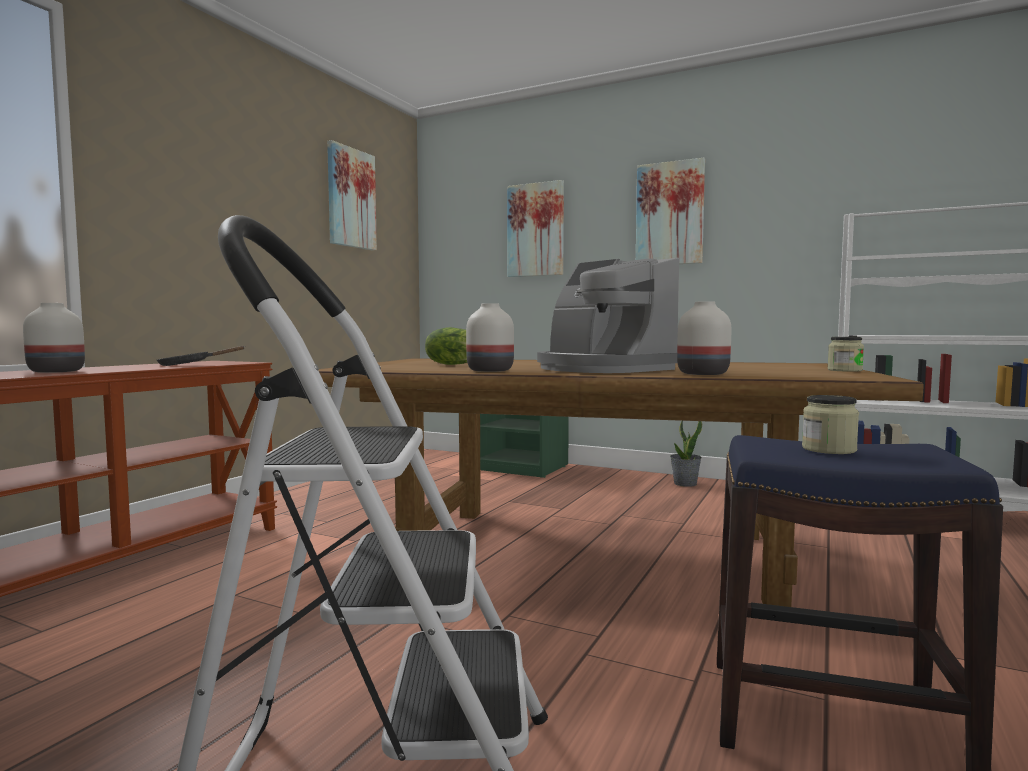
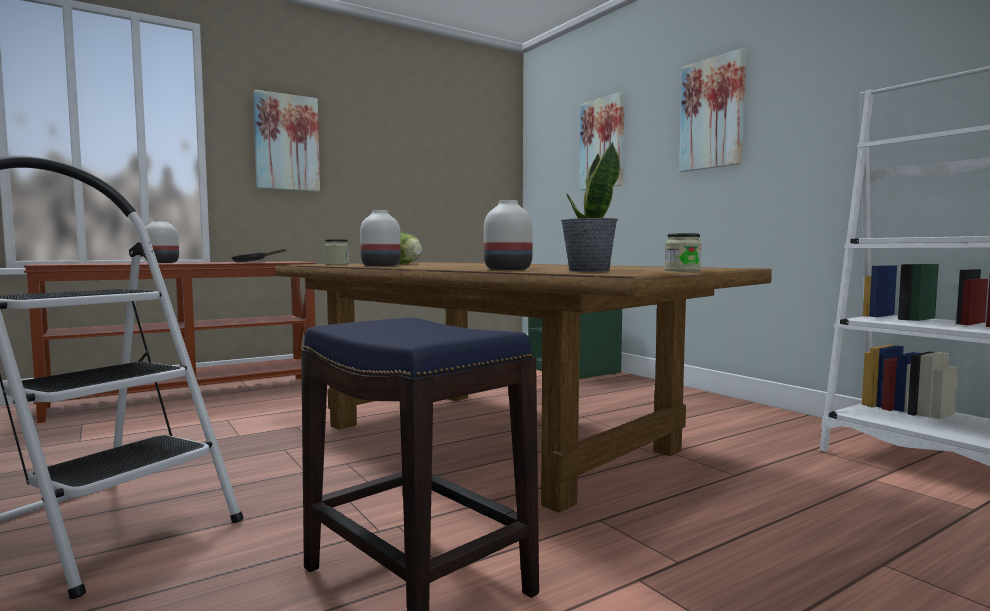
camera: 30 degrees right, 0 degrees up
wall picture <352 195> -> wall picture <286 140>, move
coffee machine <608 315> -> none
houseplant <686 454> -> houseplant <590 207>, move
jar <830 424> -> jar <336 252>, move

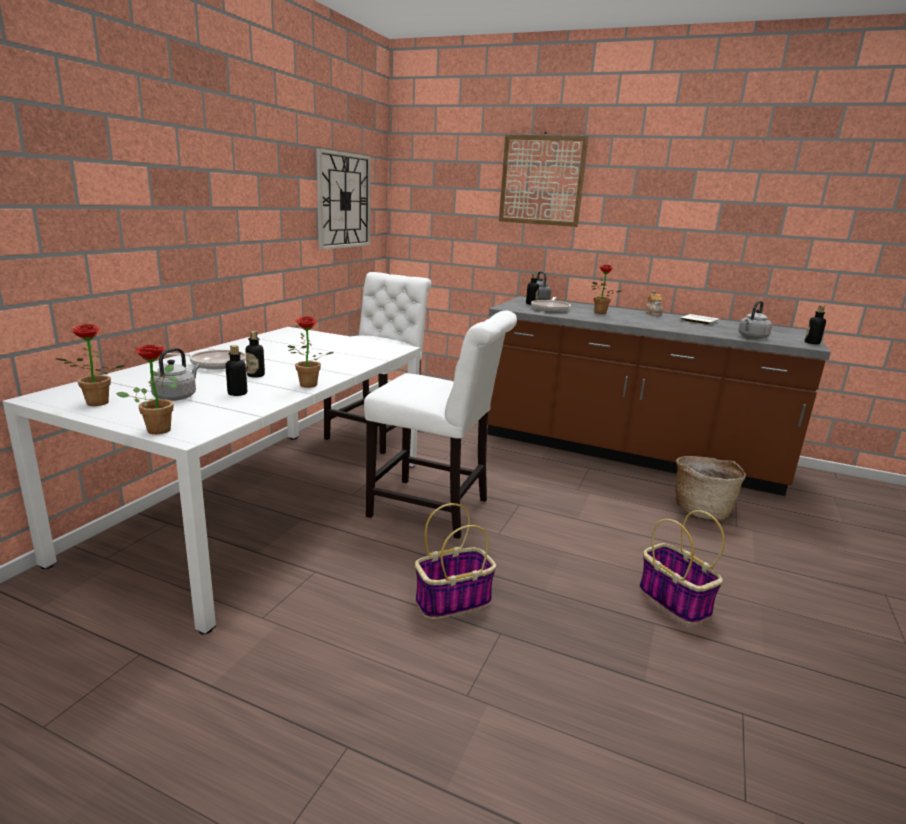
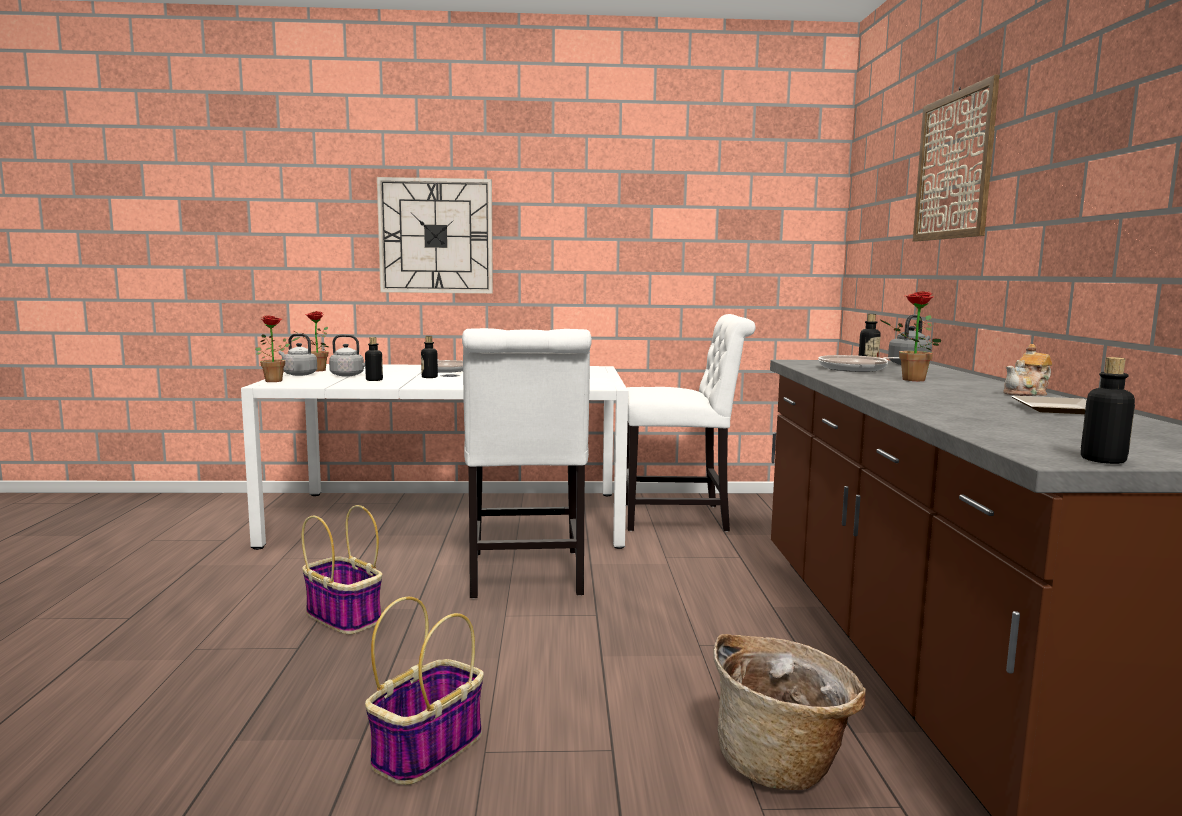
camera: 65 degrees right, 10 degrees down
houseplant <311 352> -> none
wall clock <343 199> -> wall clock <435 235>, move
gray tea kettle <755 320> -> gray tea kettle <298 354>, move

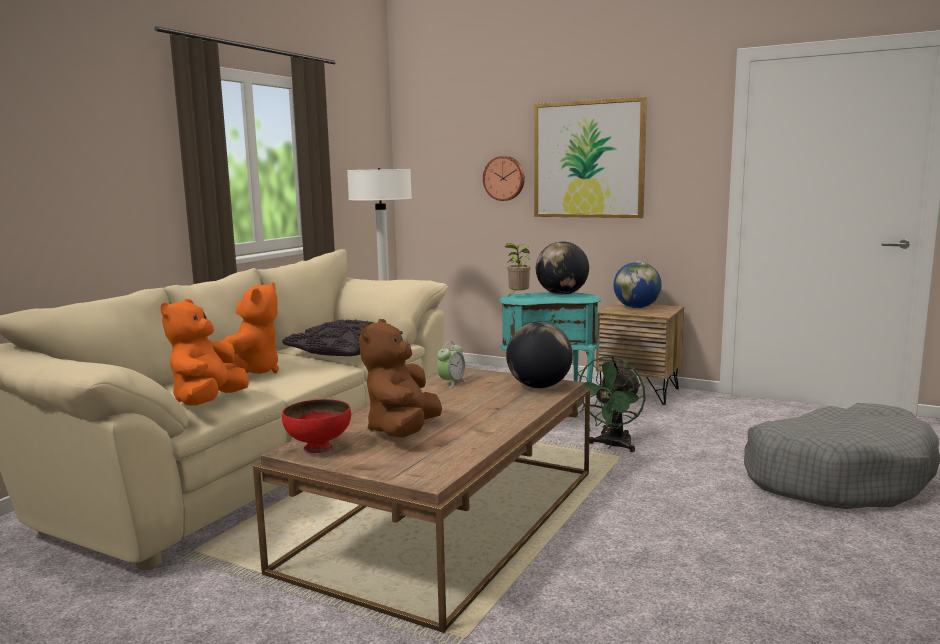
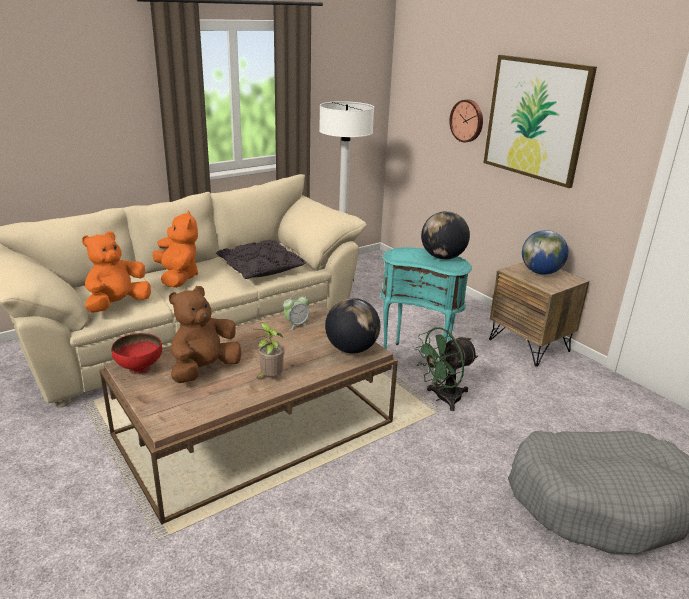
camera: 25 degrees right, 15 degrees up
orange plush toy <251 328> -> orange plush toy <175 249>, 60 degrees counterclockwise
houseplant <517 270> -> houseplant <269 350>, move

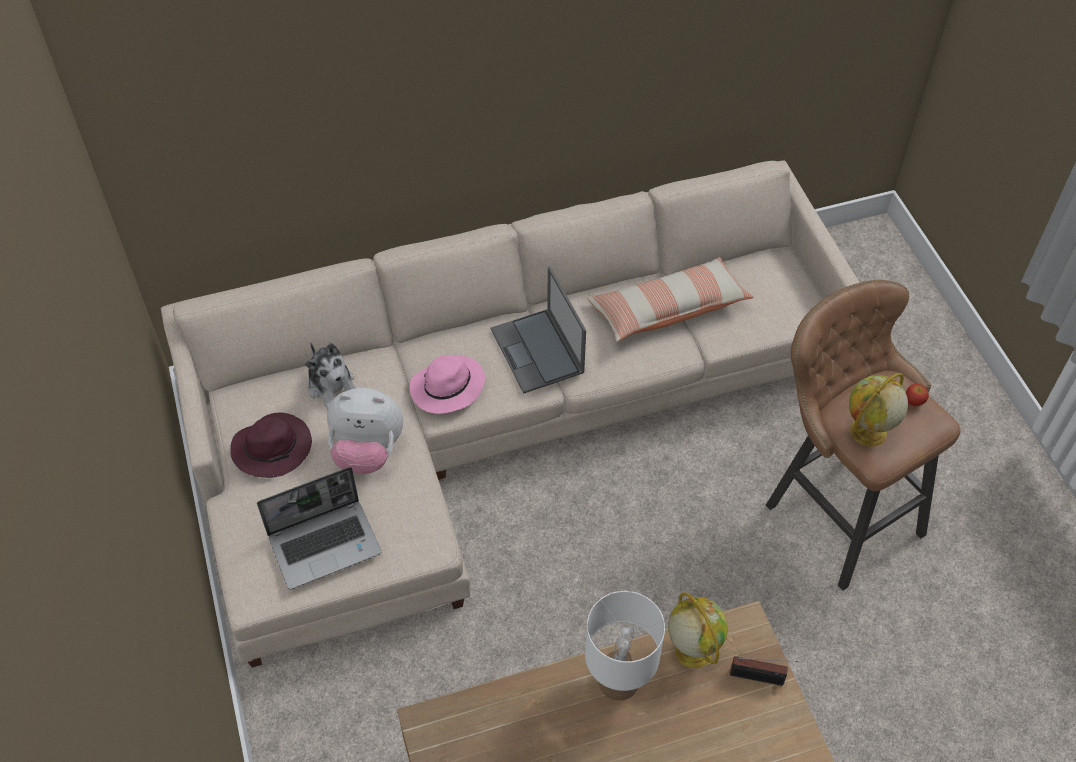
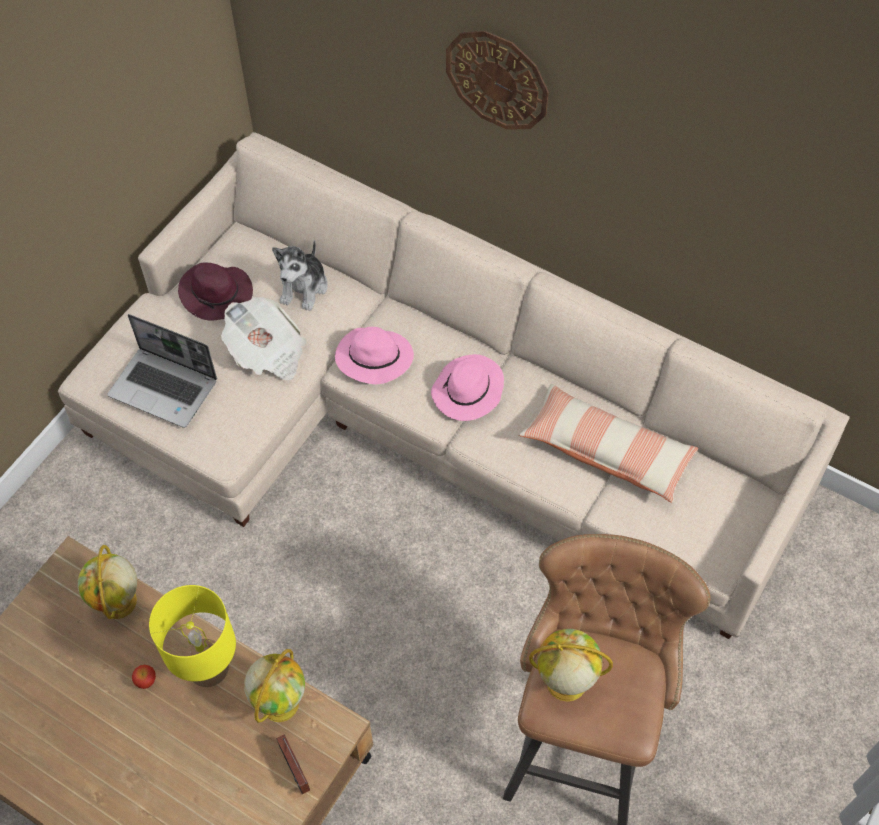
camera: 50 degrees right, 5 degrees up
plush toy <365 431> -> printed paper <264 339>
notebook computer <538 330> -> pink-coloured wearable hat <467 387>
white table lamp <625 646> -> yellow-coloured table lamp <192 636>
apple <917 395> -> apple <144 677>, move
none -> globe <107 582>
none -> wall clock <497 80>

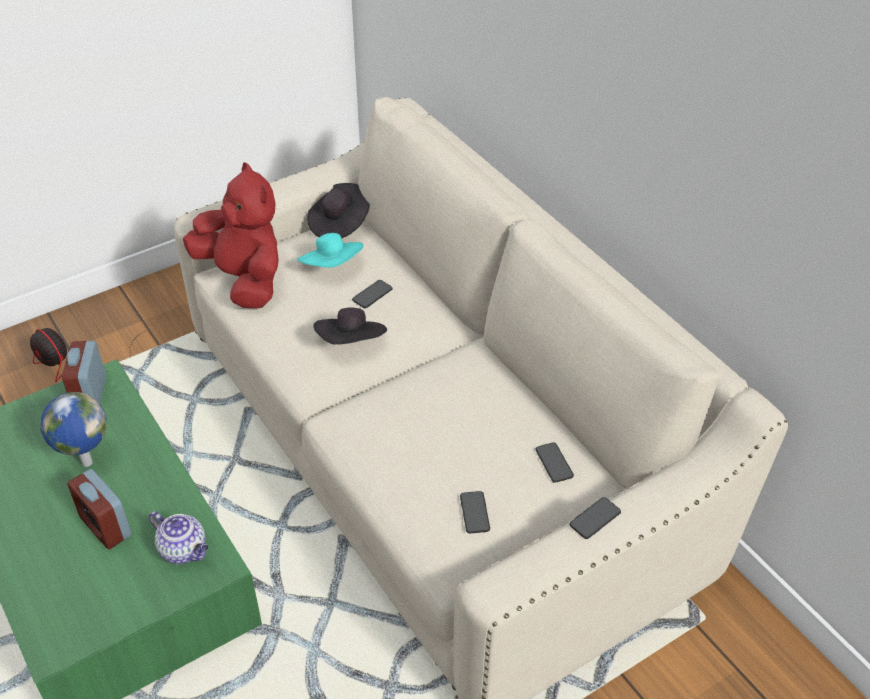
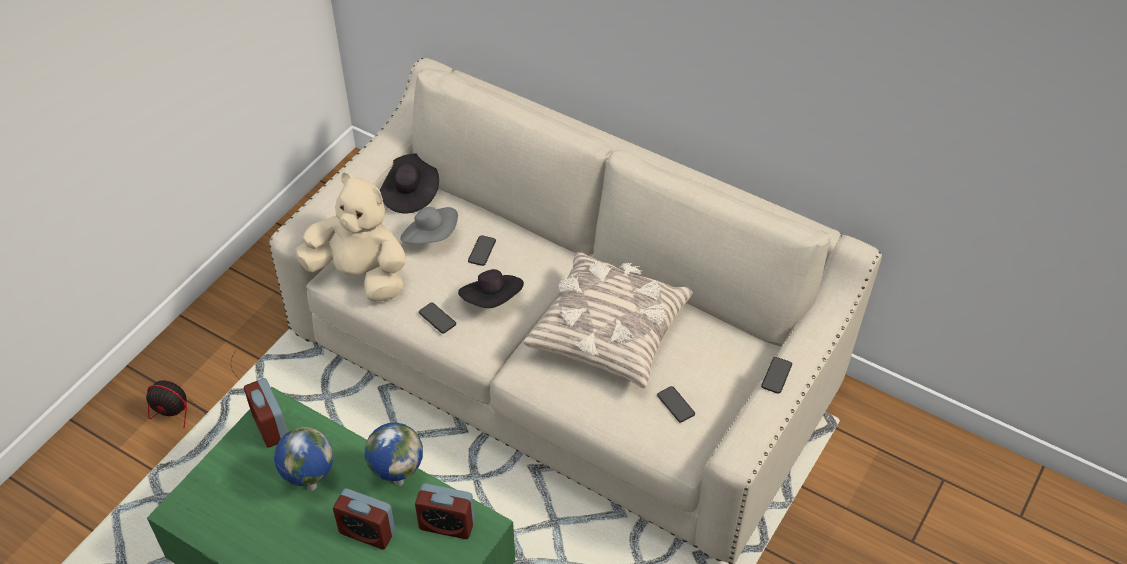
camera: 25 degrees left, 5 degrees up
pot for tea <179 537> -> table clock <445 511>
red plush toy <230 235> -> sand-coloured plush toy <350 237>
turquoise-coloured wearable hat <330 250> -> gray wearable hat <429 225>
handset <554 462> -> handset <437 318>, move
none -> globe <394 454>
none -> sand-coloured throw pillow <608 320>

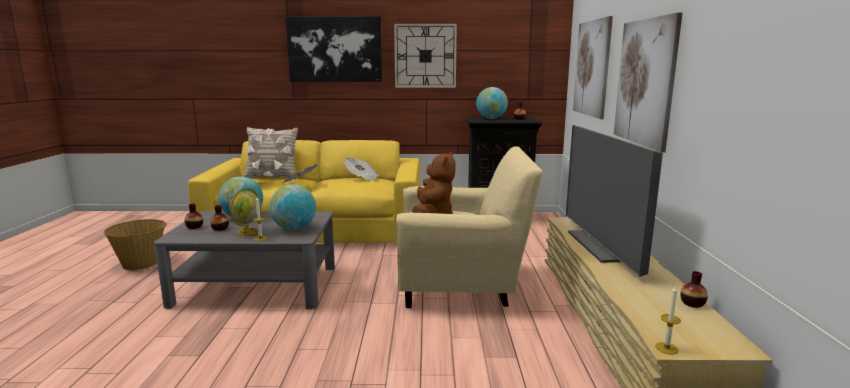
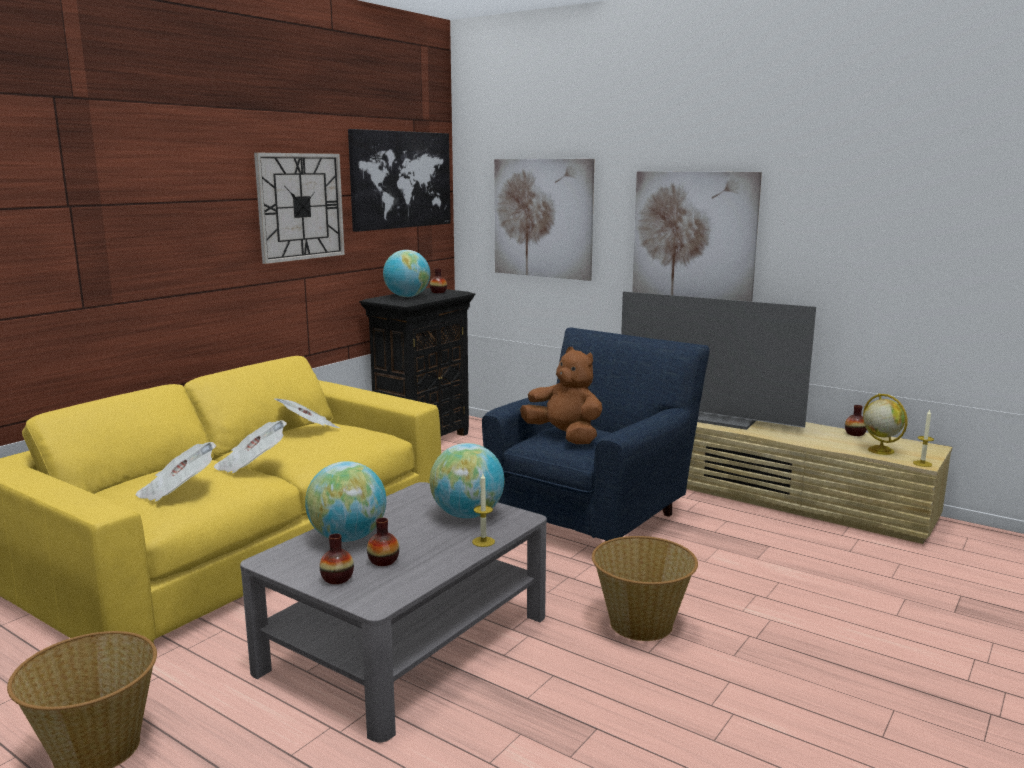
camera: 55 degrees left, 0 degrees up
globe <246 211> -> globe <885 424>, move
sand-coloured throw pillow <271 153> -> none
wall picture <333 49> -> wall picture <399 180>, move
sand-coloured lounge chair <469 227> -> blue-coloured lounge chair <596 434>
none -> household basket <645 588>

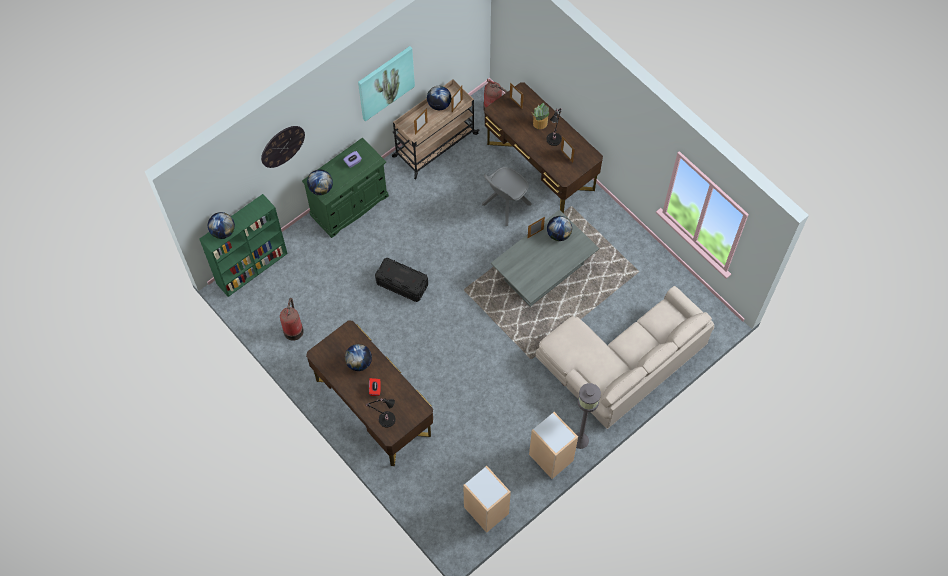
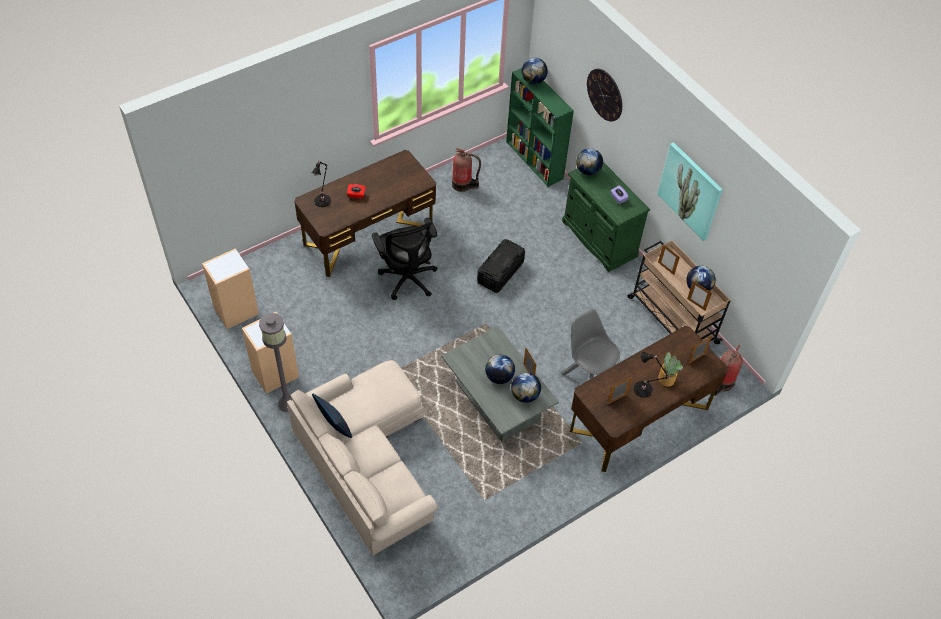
camera: 95 degrees right, 10 degrees down
globe <358 357> -> globe <500 369>, move
none -> blue-coloured throw pillow <332 416>
none -> black-coloured computer chair <405 258>

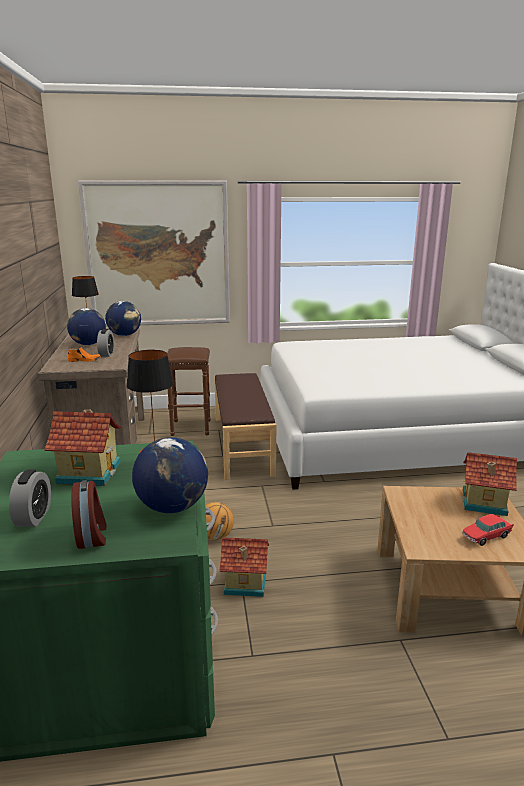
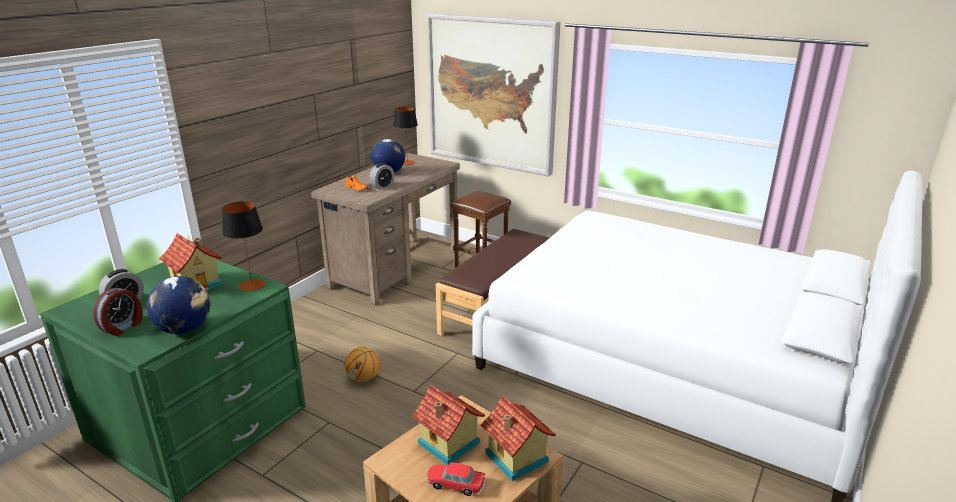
camera: 40 degrees right, 5 degrees up
globe <123 318> -> none
toy house <244 567> -> toy house <448 424>, move

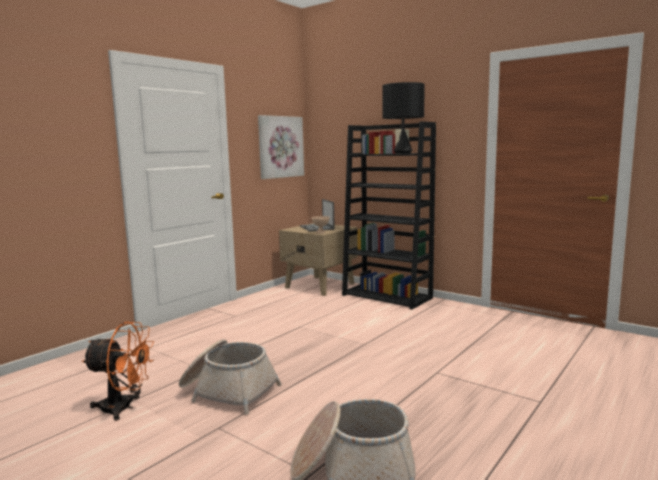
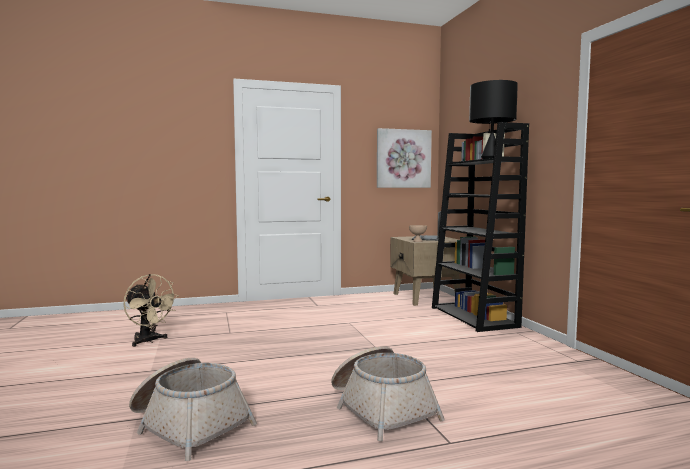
camera: 35 degrees right, 5 degrees down
orange cooling fan <118 371> -> sand-coloured cooling fan <151 310>
household basket <230 377> -> household basket <388 394>, move

